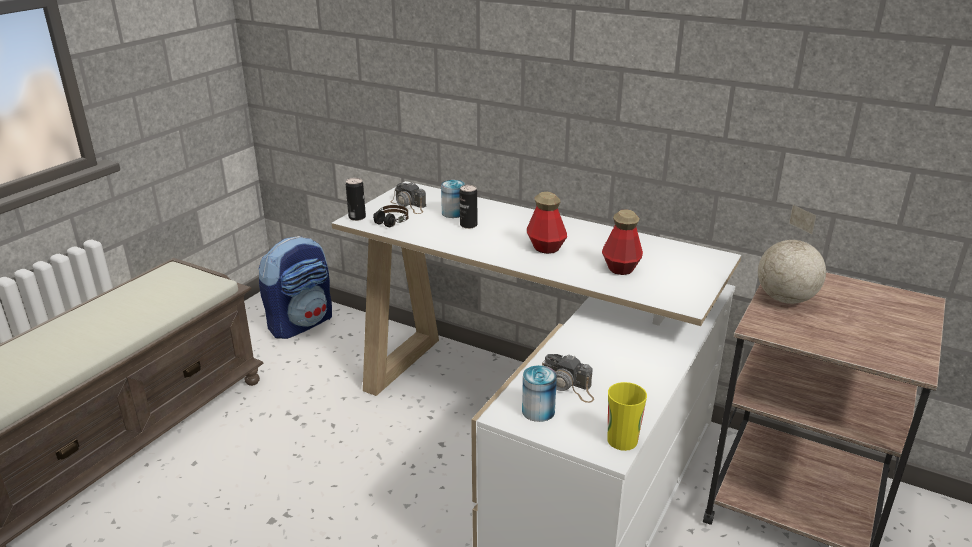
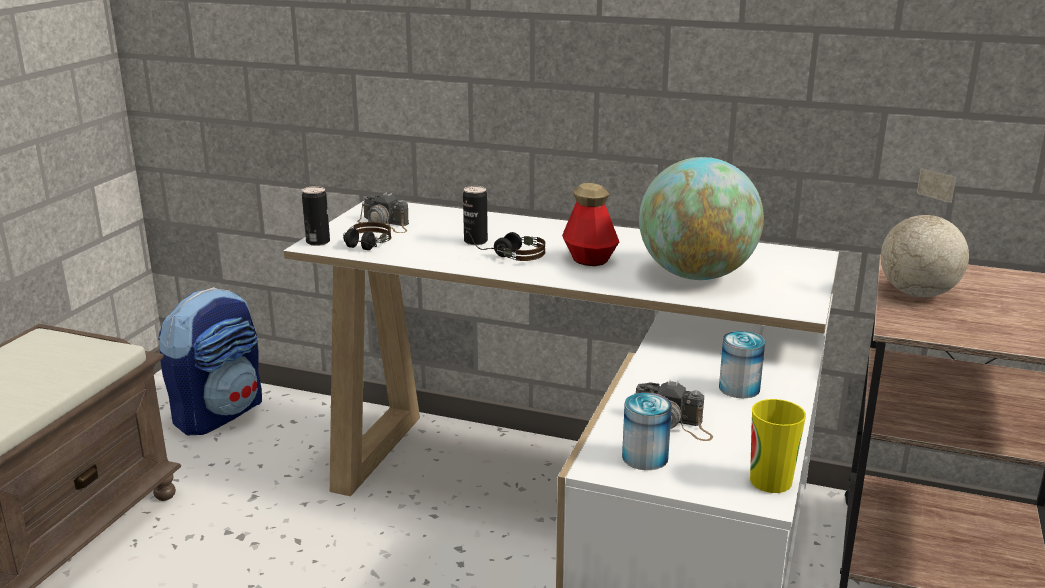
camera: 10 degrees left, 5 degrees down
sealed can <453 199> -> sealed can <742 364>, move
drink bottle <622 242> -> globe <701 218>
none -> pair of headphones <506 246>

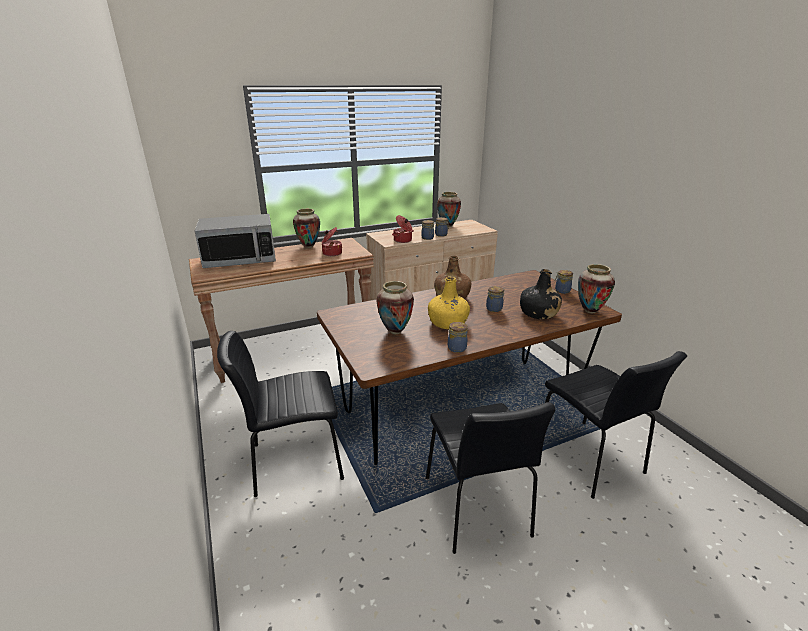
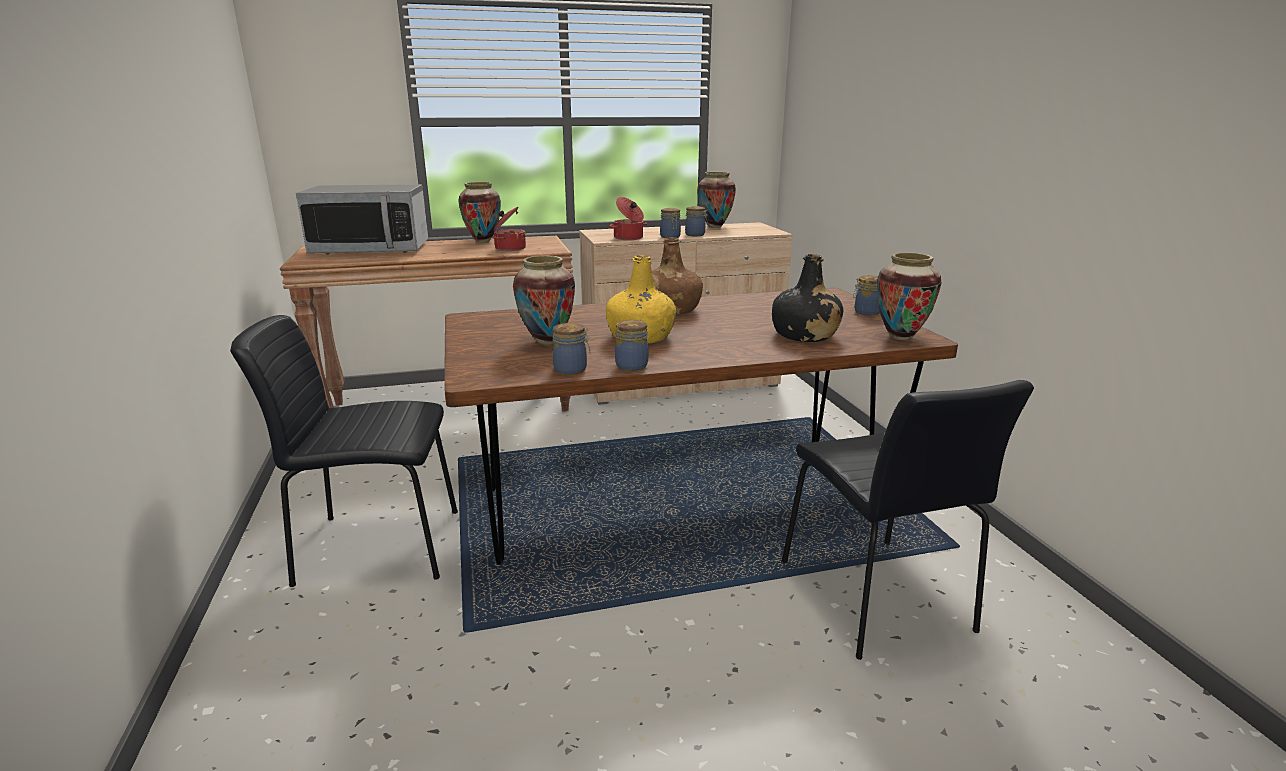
camera: 10 degrees right, 5 degrees down
black-coloured plain chair <490 478> -> none
jar <495 299> -> jar <571 349>, move

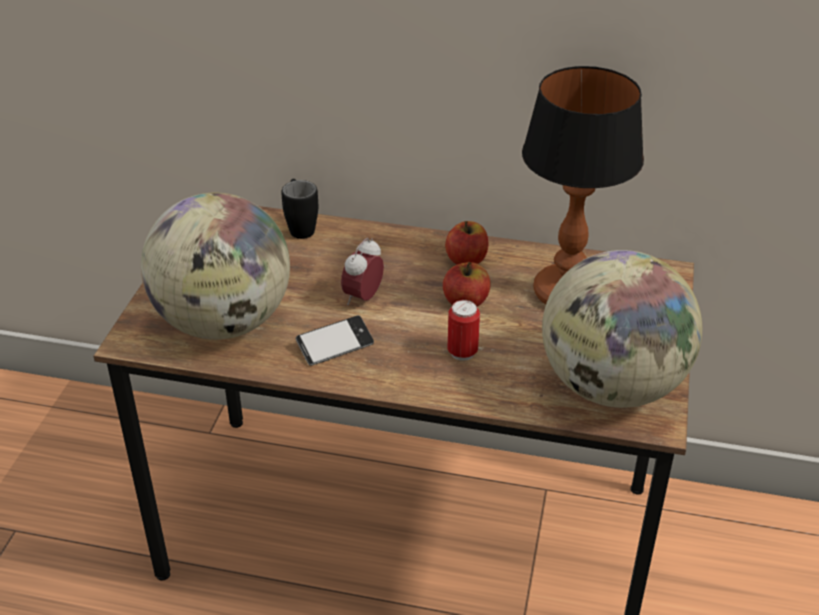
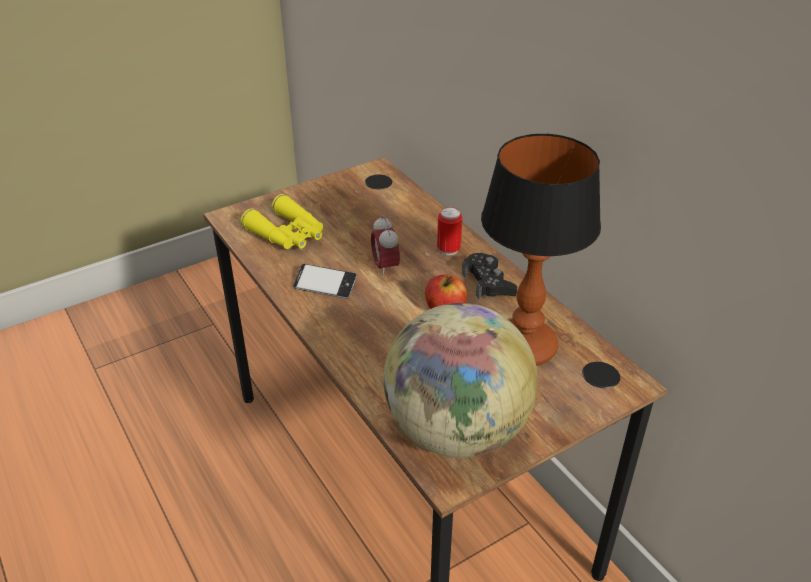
camera: 45 degrees right, 0 degrees up
globe <215 266> -> yellow-coloured binoculars <282 221>
black-coloured coffee mug <300 209> -> none
table clock <362 271> -> table clock <385 246>, 90 degrees counterclockwise
apple <467 243> -> black-coloured joypad <489 276>
sealed can <463 330> -> sealed can <449 231>, move

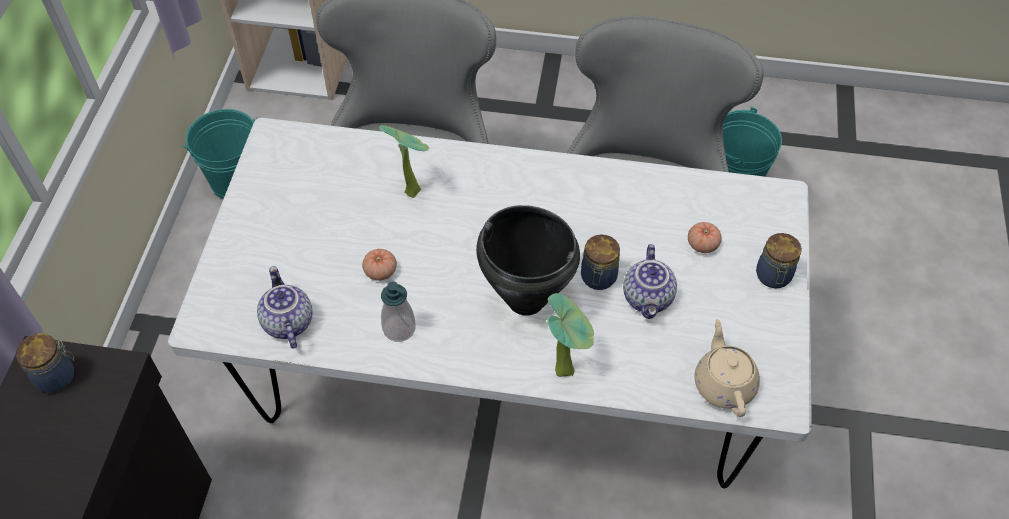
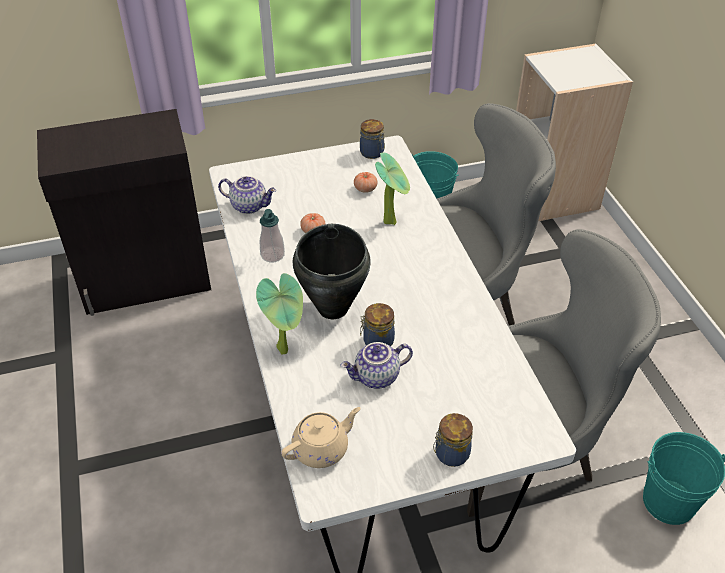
camera: 65 degrees right, 10 degrees down
jar <45 363> -> jar <372 139>, move
pot for tea <284 307> -> pot for tea <247 195>, 60 degrees clockwise
tomato <705 237> -> tomato <366 182>, move

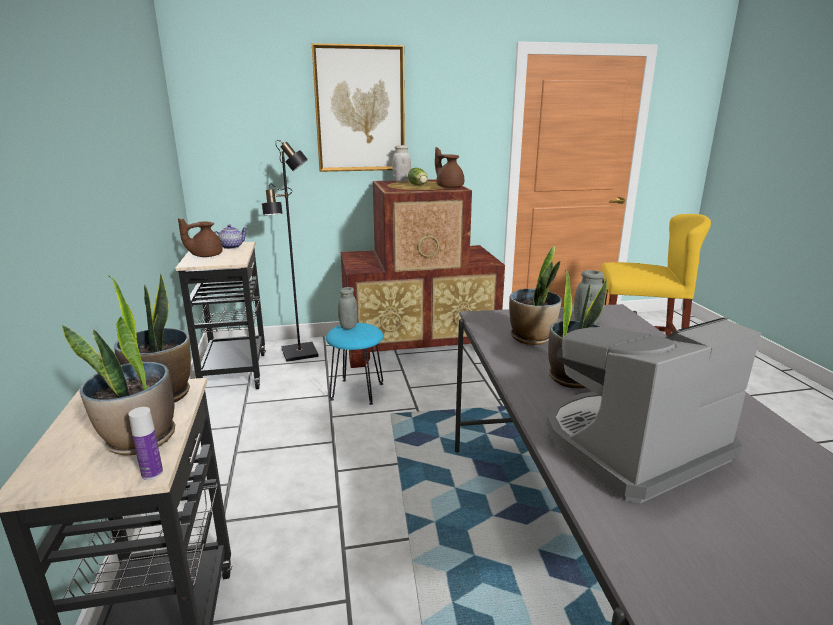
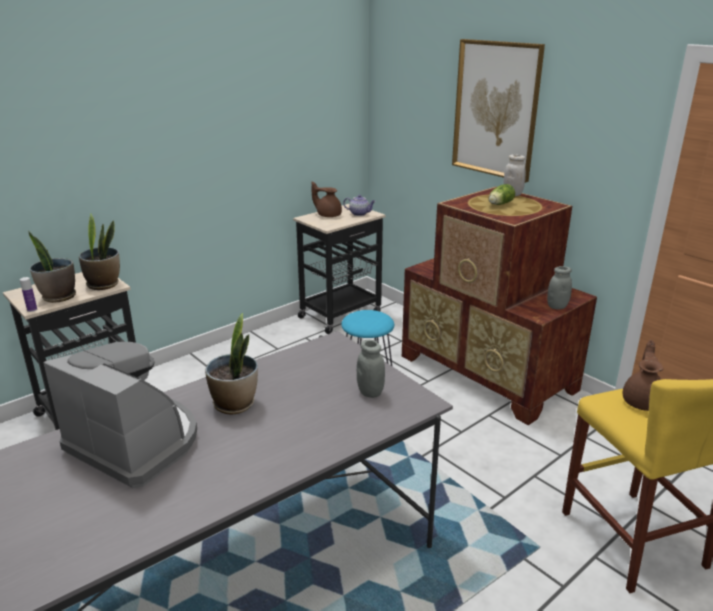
camera: 60 degrees right, 5 degrees up
black-coloured standing lamp <290 251> -> none
gray jar <348 308> -> gray jar <559 288>, move
brown-coloured pot for tea <449 167> -> brown-coloured pot for tea <643 375>, move
houseplant <535 295> -> none

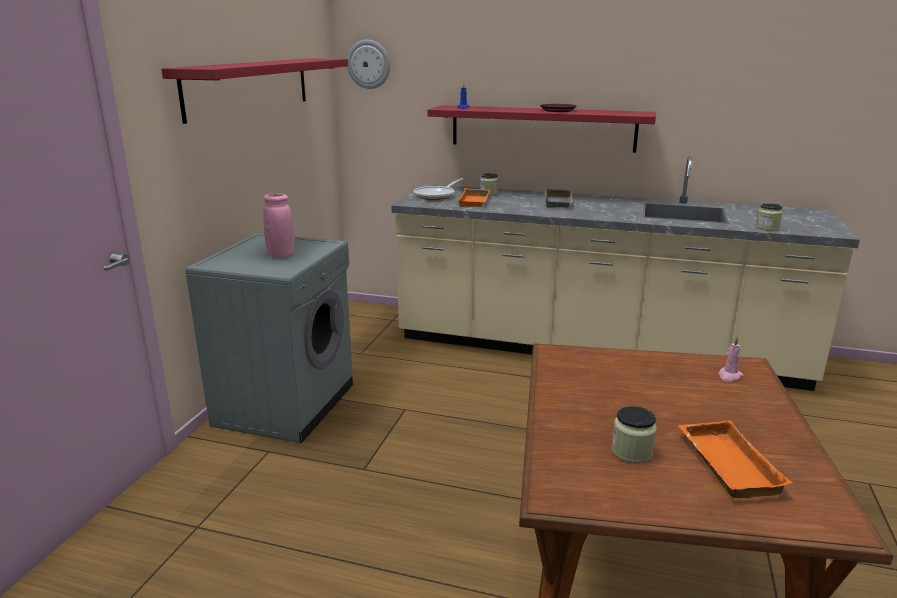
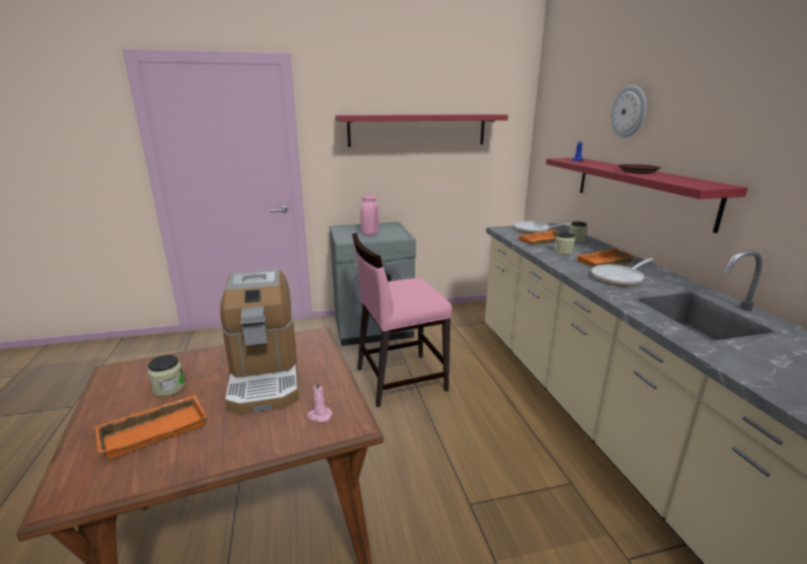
camera: 60 degrees right, 0 degrees up
wall clock <368 64> -> wall clock <628 111>, move
gray carrying tray <559 197> -> orange carrying tray <606 257>
jar <769 217> -> jar <564 243>, move
none -> coffee machine <259 342>
none -> pink-coloured plain chair <402 320>
none -> pan <622 272>

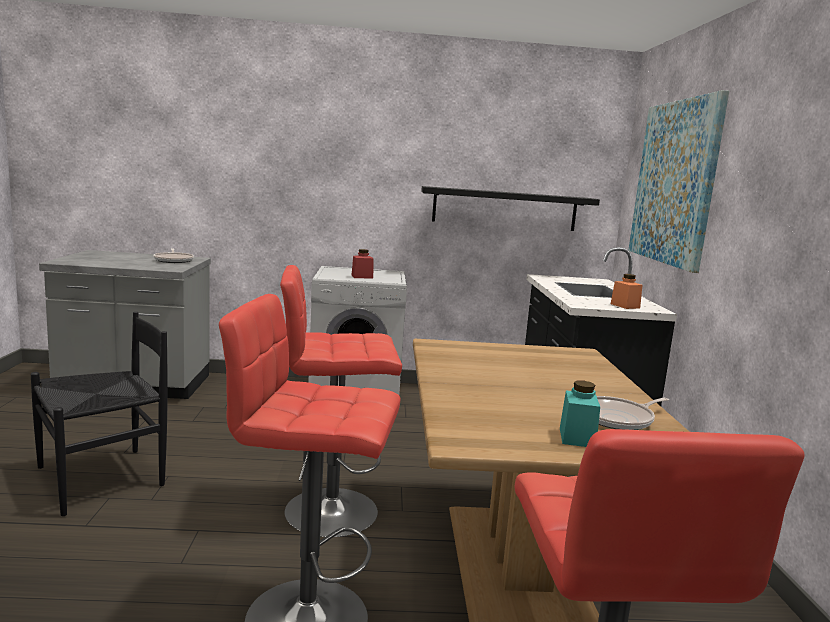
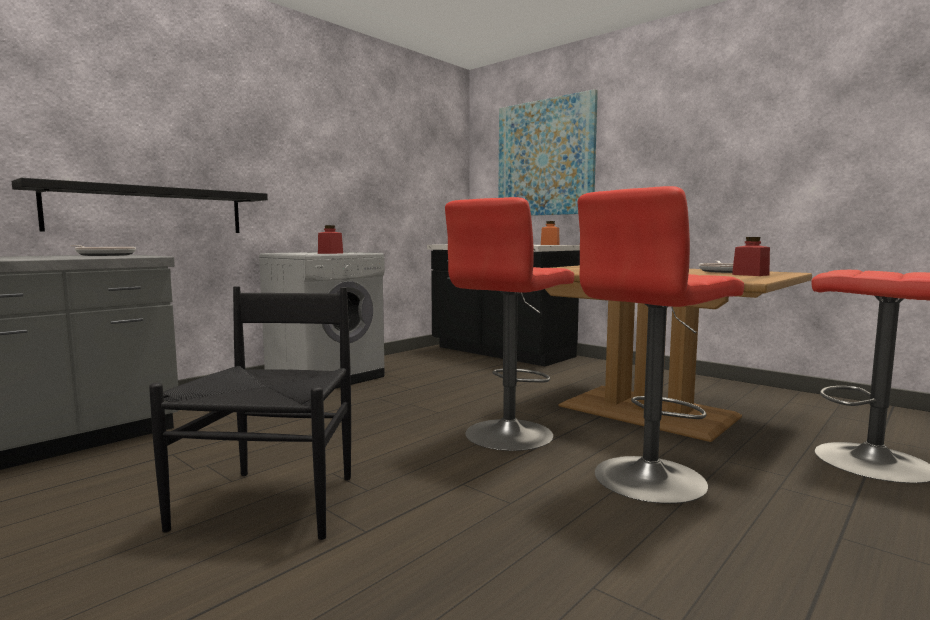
camera: 45 degrees left, 5 degrees down
black-coloured wall shelf <510 208> -> black-coloured wall shelf <140 205>, move
turquoise-coloured jar <580 413> -> red jar <751 256>

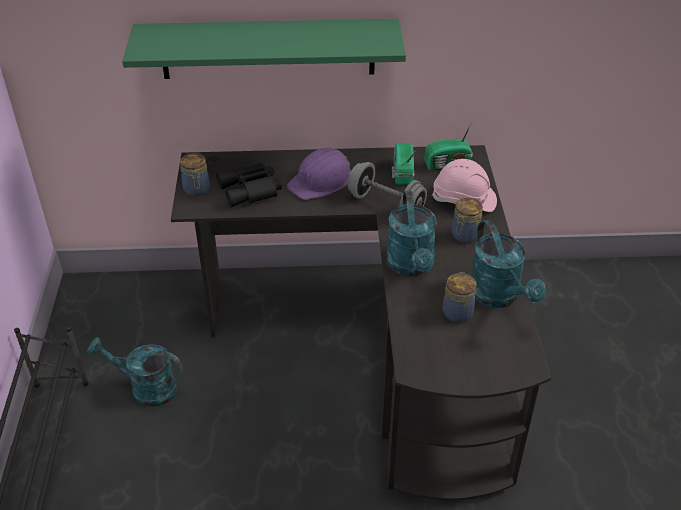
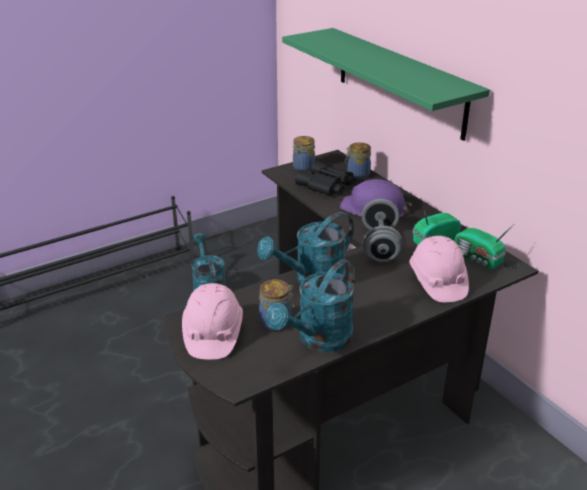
camera: 60 degrees right, 10 degrees down
jar <467 220> -> jar <358 160>, move
none -> pink-coloured work helmet <212 321>

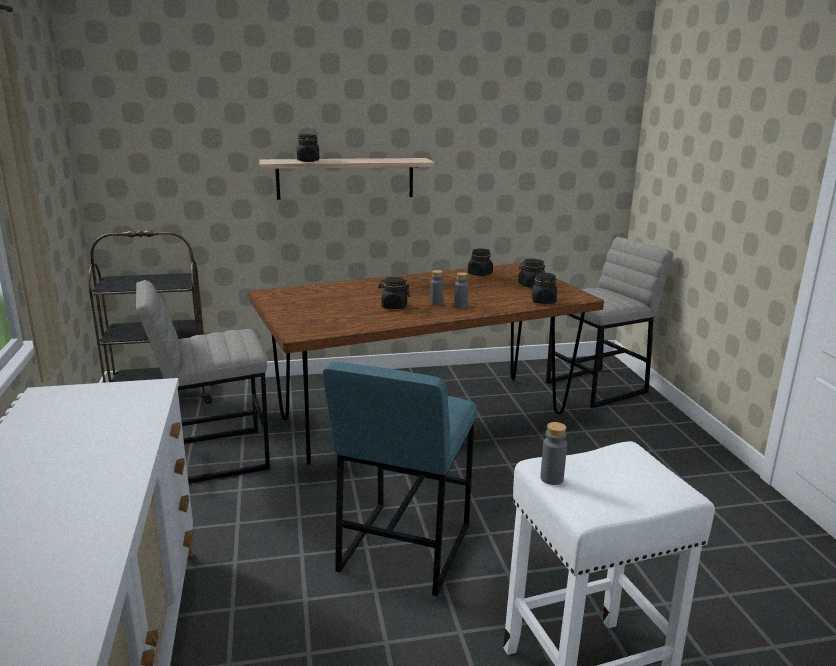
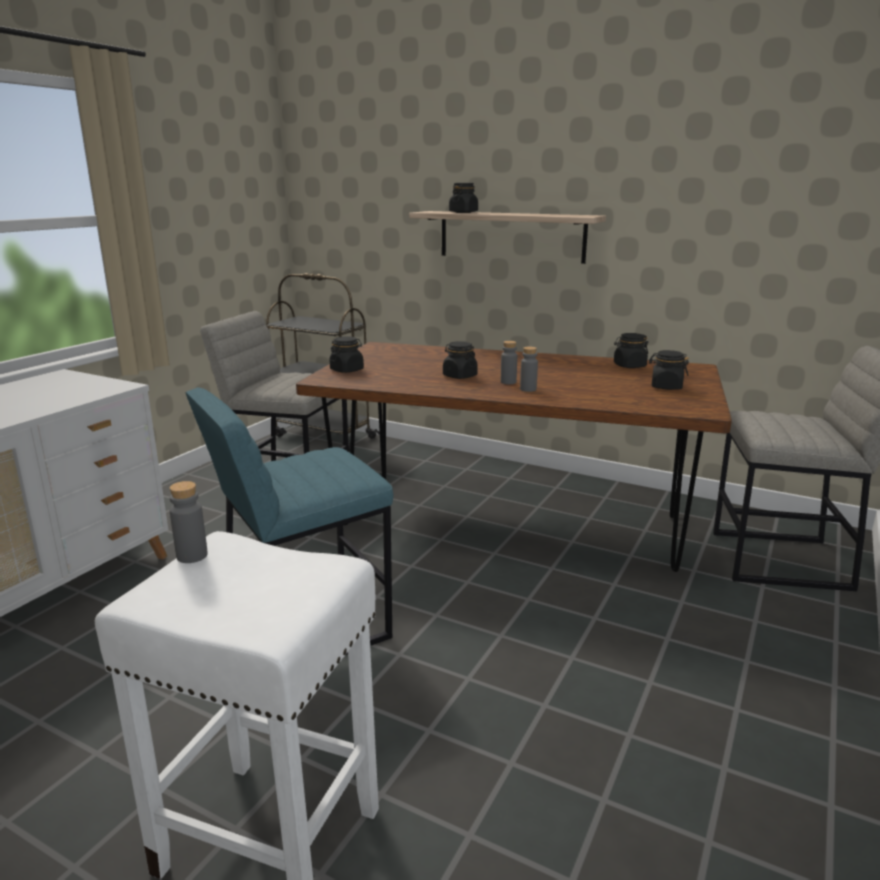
camera: 40 degrees right, 0 degrees up
black-coloured jar <544 288> -> black-coloured jar <346 354>, move

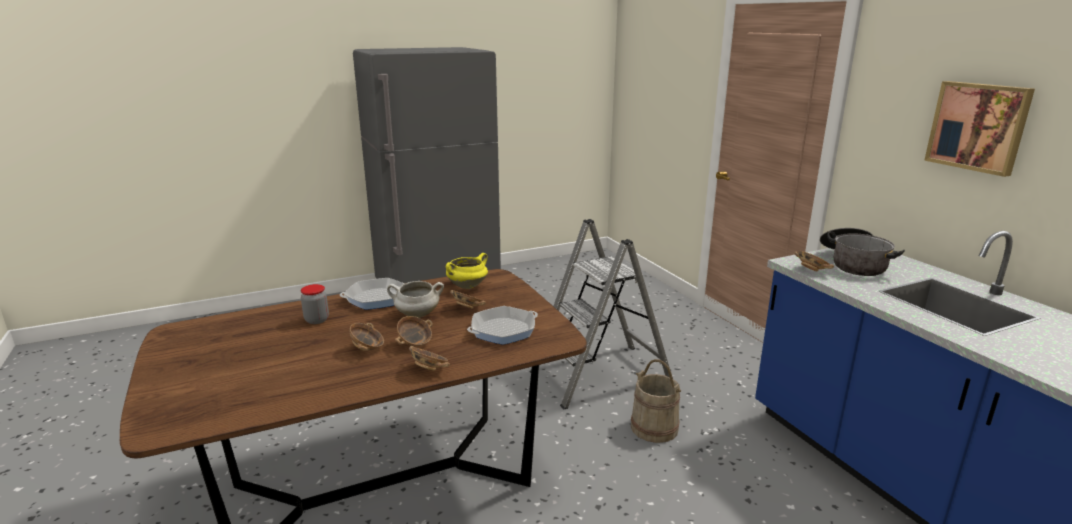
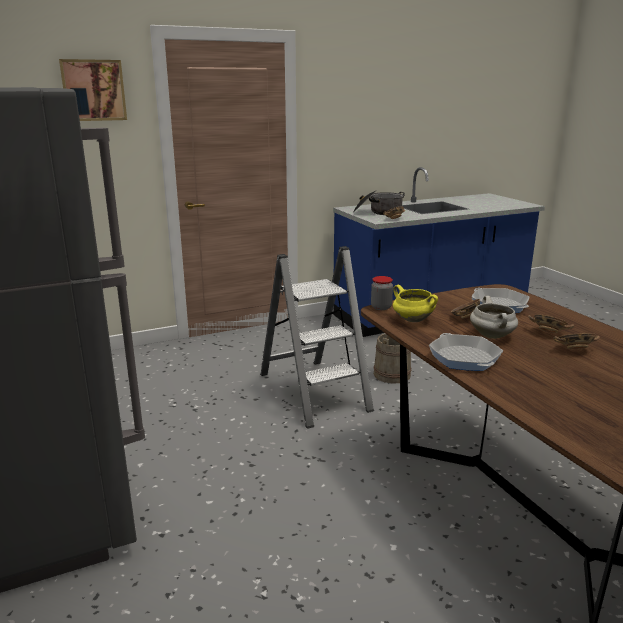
camera: 90 degrees left, 0 degrees up
jar <315 304> -> jar <382 293>, move
serving bowl <429 358> -> none
wall picture <979 129> -> wall picture <93 90>, move

